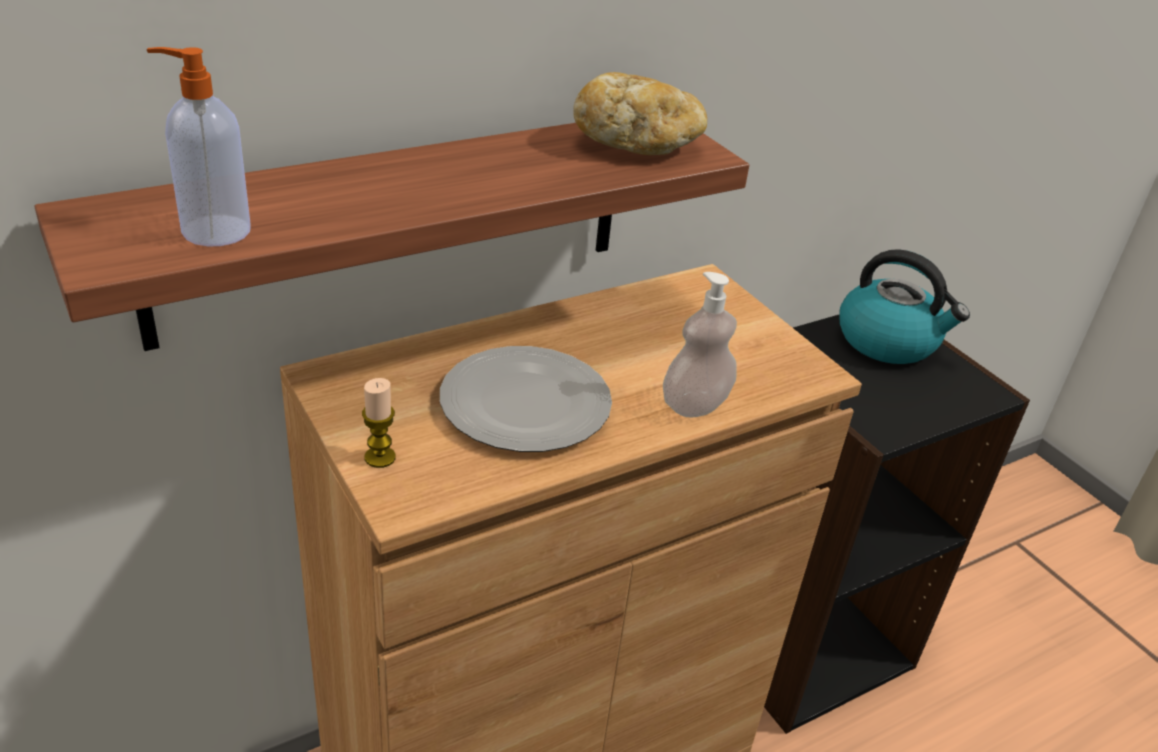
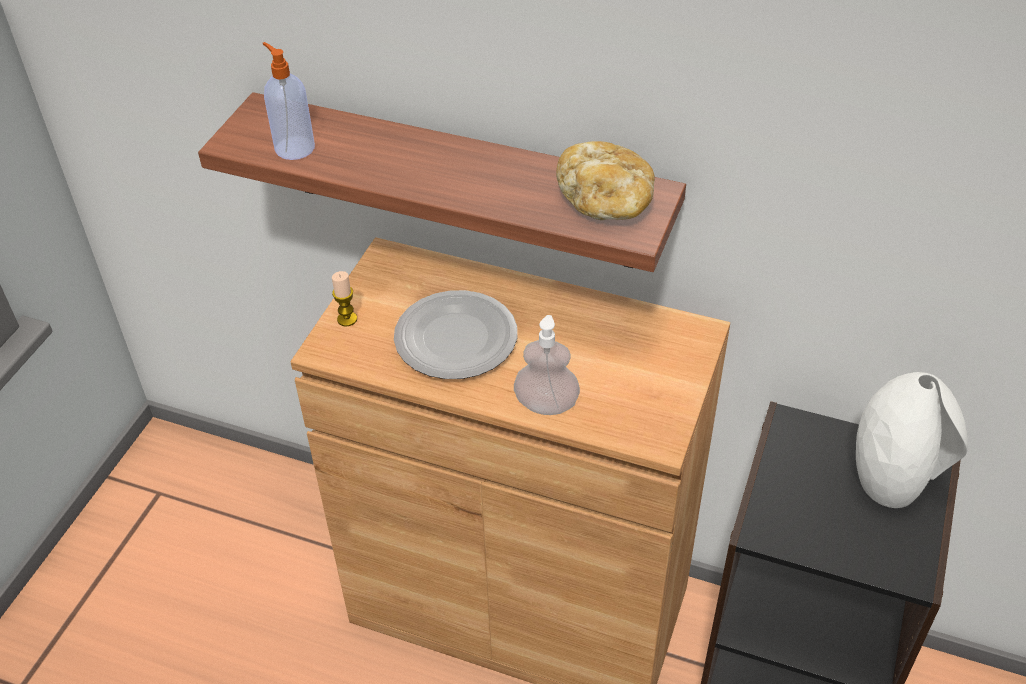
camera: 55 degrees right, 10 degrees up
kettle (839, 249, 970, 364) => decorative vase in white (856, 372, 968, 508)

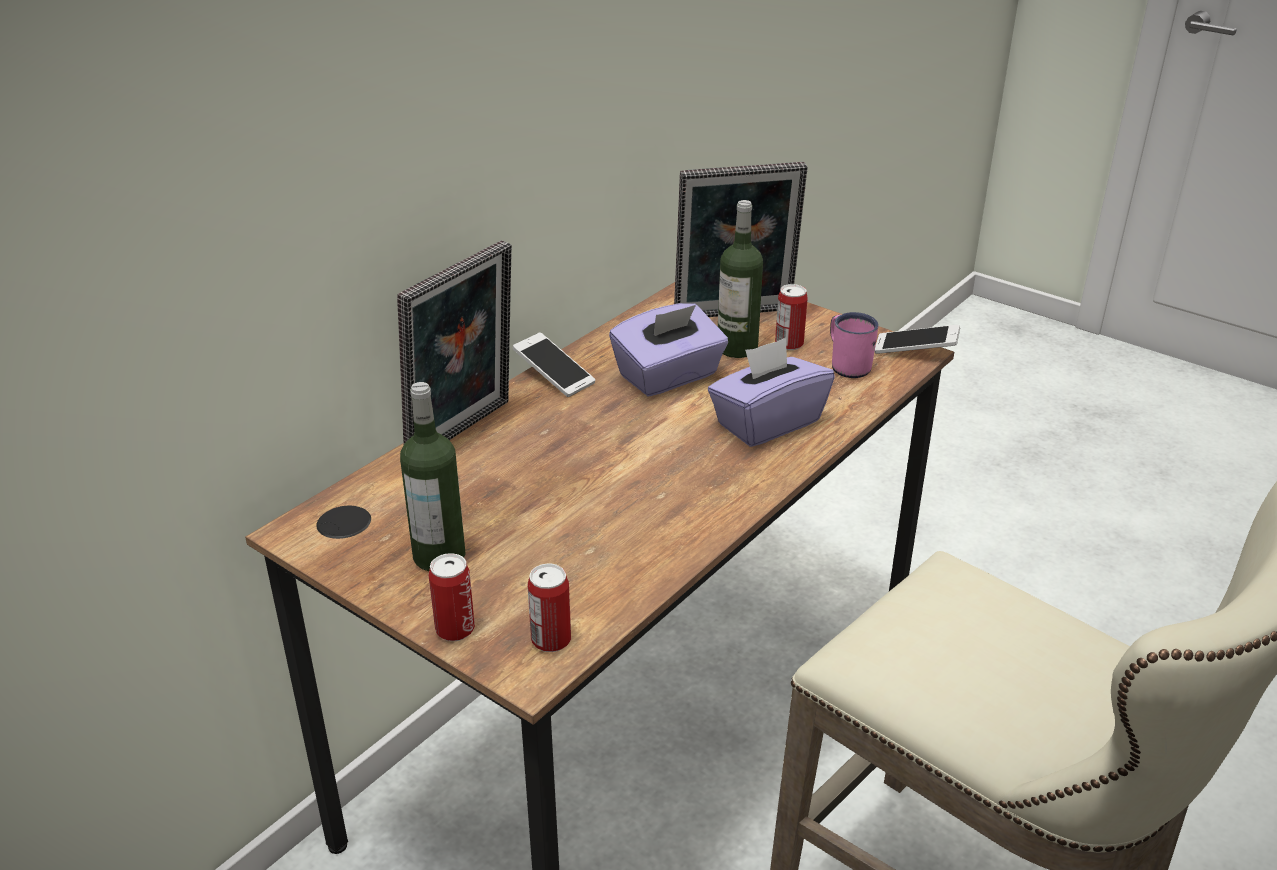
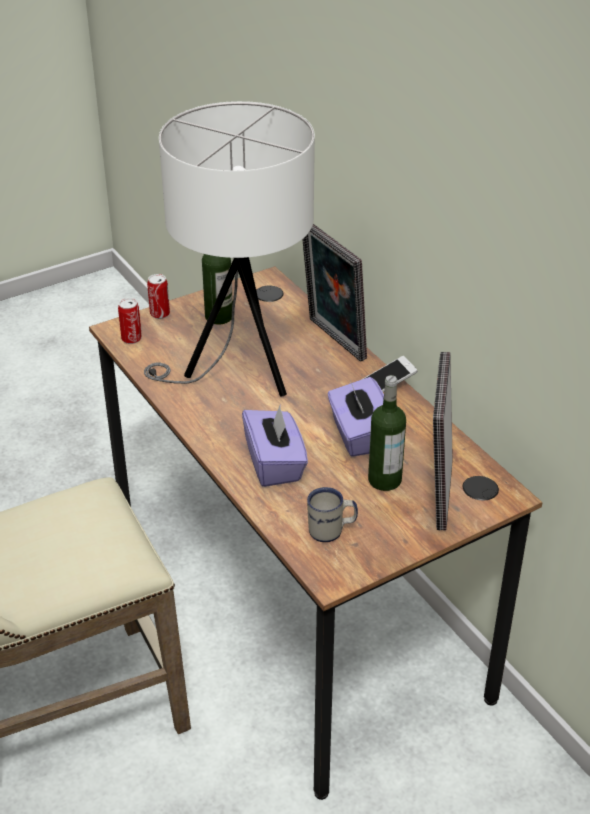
camera: 110 degrees right, 5 degrees up
nothing => tabletop lamp in white (144, 101, 315, 397)
tea mug in pink-coloured (830, 312, 879, 378) => tea mug in white (307, 487, 358, 542)
sealed can (775, 284, 808, 350) => nothing
handset (875, 325, 960, 354) => nothing

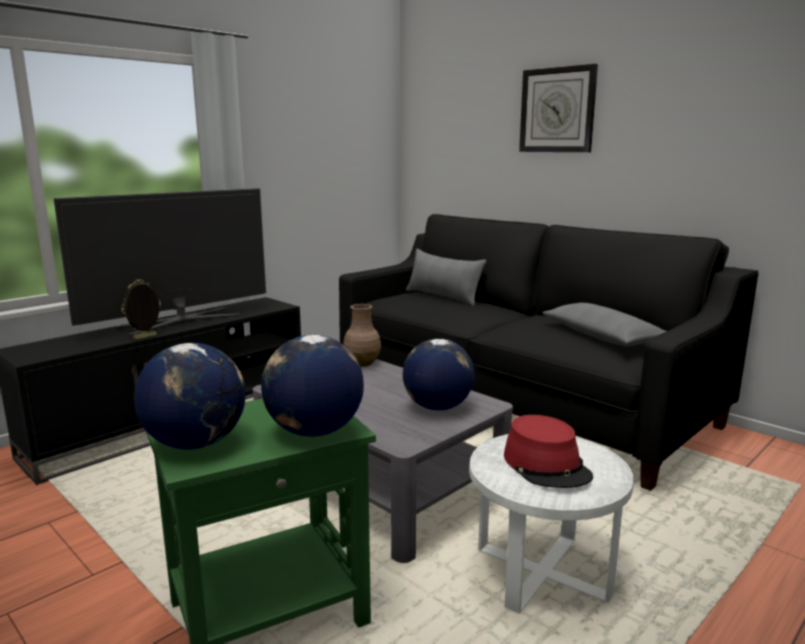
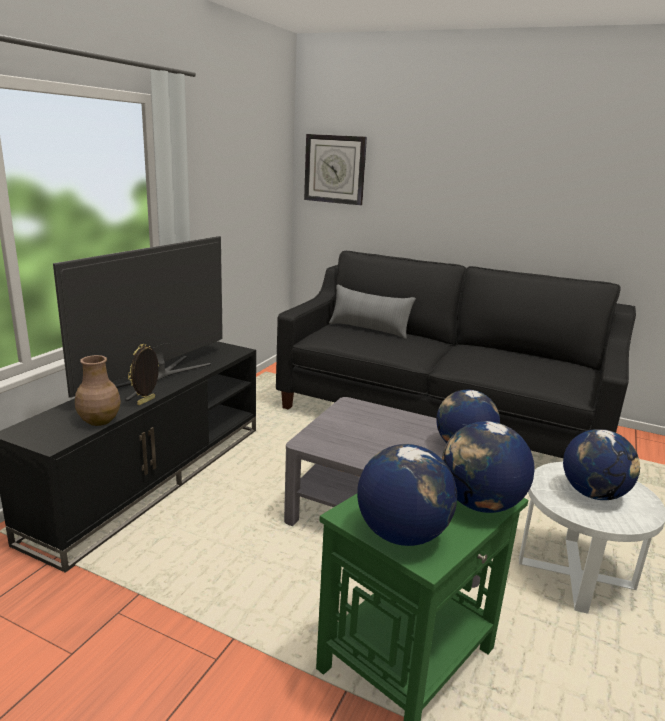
camera: 20 degrees left, 5 degrees up
decorative vase in brownish (343, 304, 381, 366) => decorative vase in brownish (75, 355, 121, 426), move
hanging clock (519, 64, 598, 152) => hanging clock (304, 134, 367, 205), move
clothing hat in reddish (504, 415, 593, 488) => desk globe (563, 429, 640, 500)
throw pillow in grey (542, 303, 666, 347) => nothing

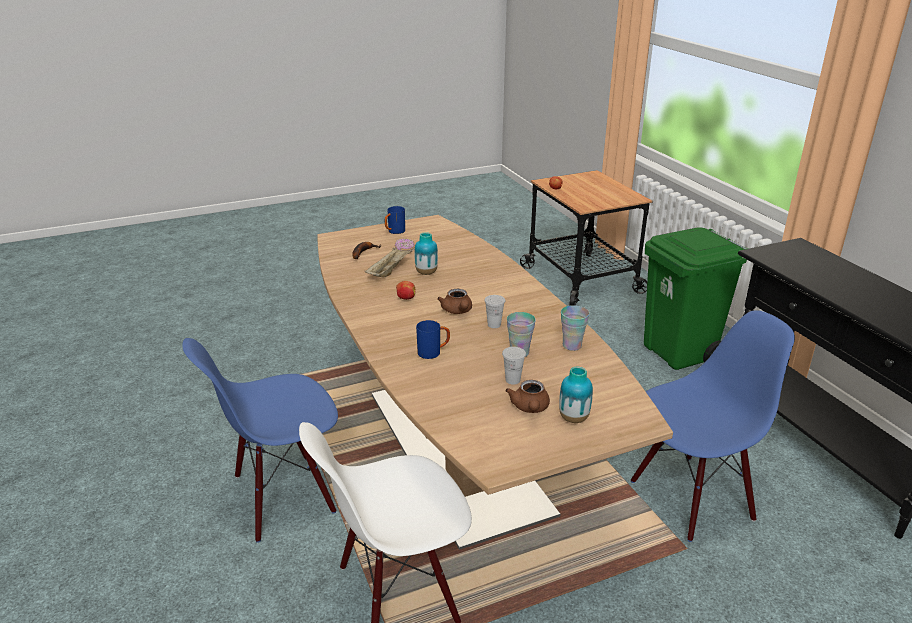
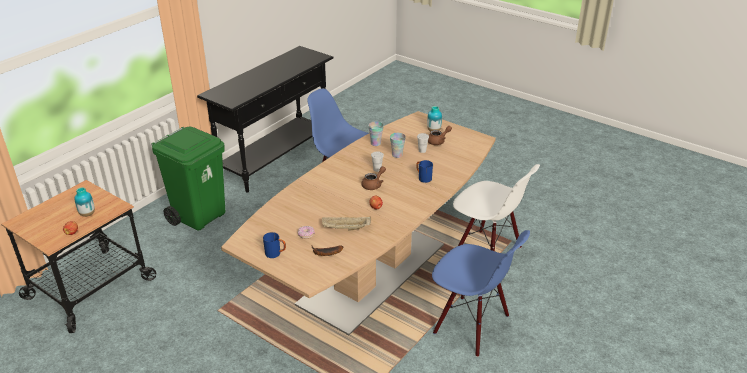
camera: 120 degrees left, 5 degrees up
decorative vase (415, 232, 438, 275) => decorative vase (74, 187, 95, 217), move

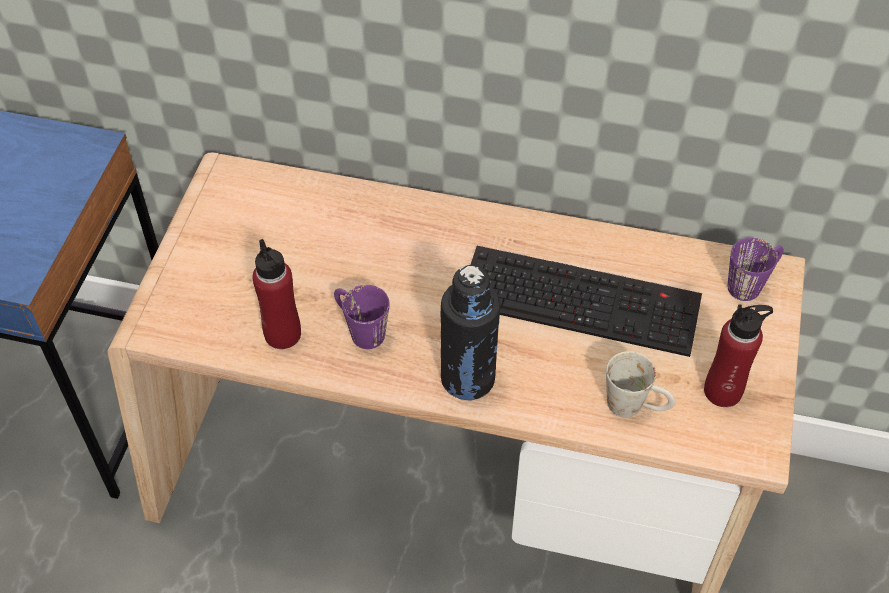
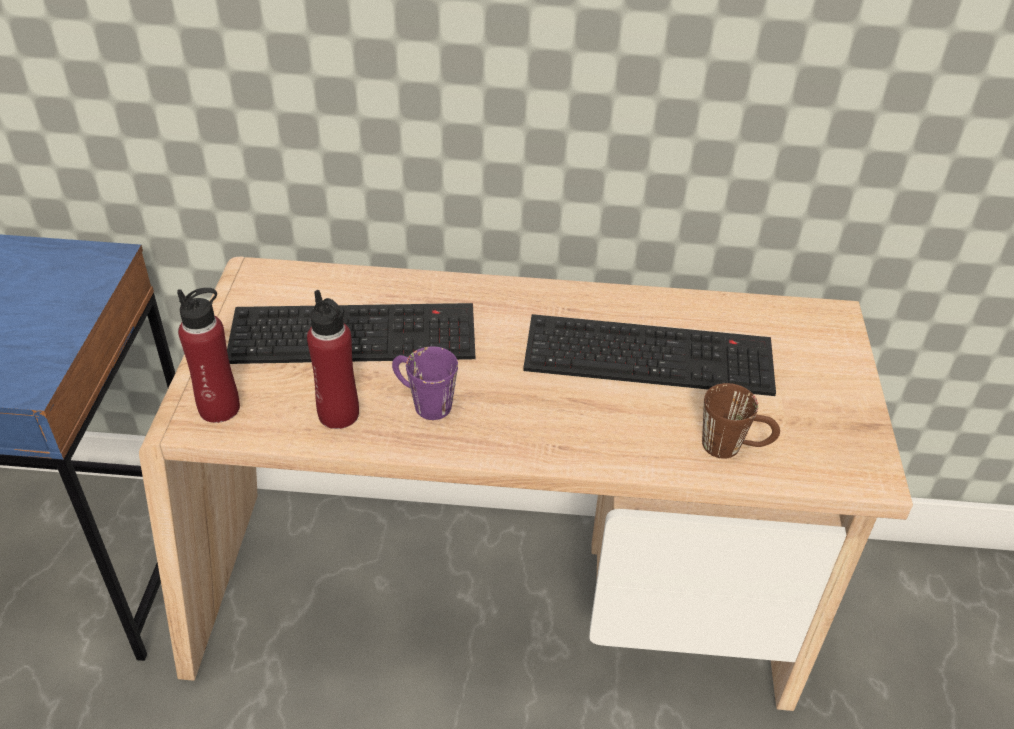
camera: 10 degrees left, 10 degrees down
bottle in reddish (704, 305, 773, 407) => bottle in reddish (177, 288, 240, 423), move
nothing => keyboard (227, 303, 475, 364)
tea mug in white (606, 351, 675, 417) => tea mug in brownish (702, 383, 780, 459)
bottle in blackish (441, 265, 500, 401) => nothing
tea mug in purplish (728, 238, 784, 301) => nothing

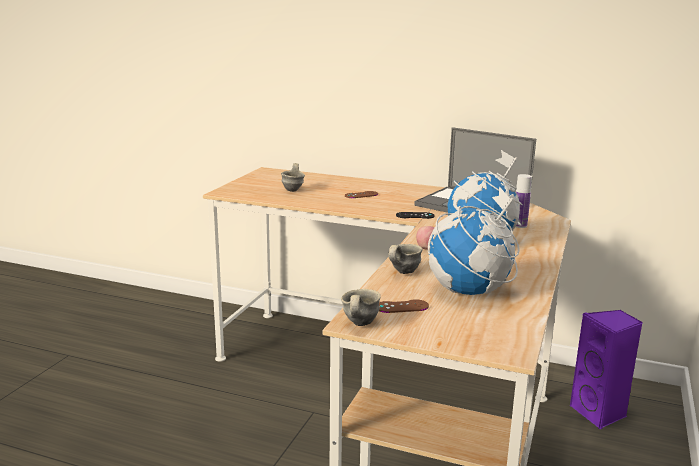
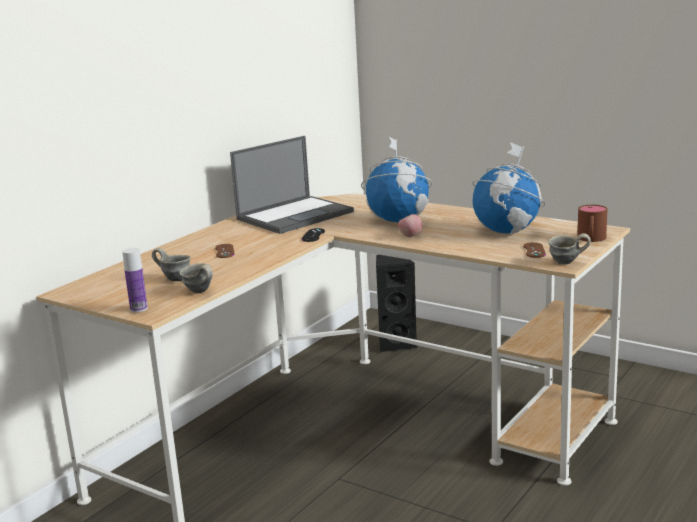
camera: 75 degrees left, 0 degrees up
bottle (515, 174, 532, 228) => bottle (122, 248, 148, 312), move
tea mug in grey (388, 244, 423, 274) => tea mug in grey (180, 263, 213, 293), move
speaker in purplish (570, 310, 643, 429) => speaker in blackish (376, 255, 417, 352)
nothing => tea mug in brownish (577, 205, 607, 242)

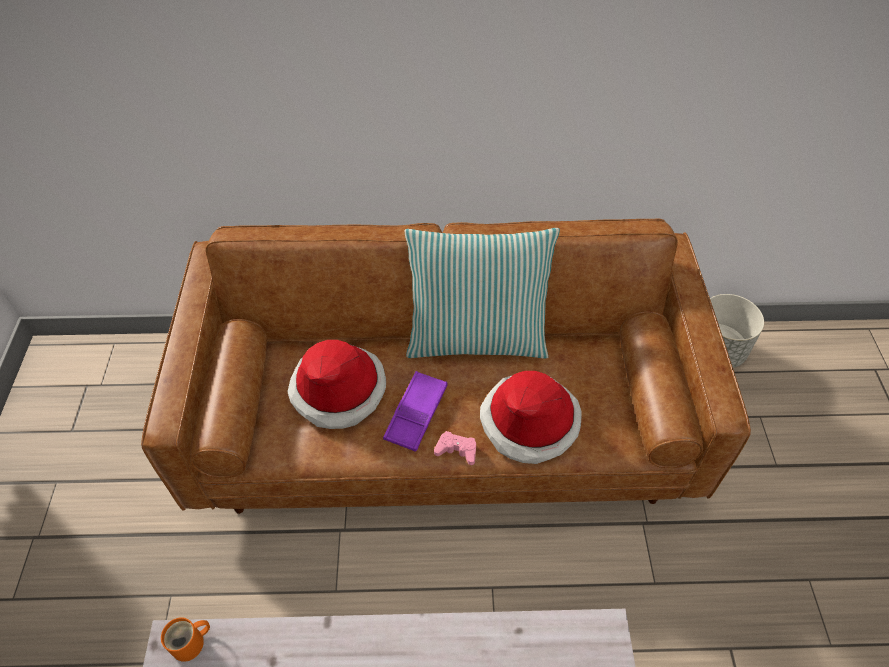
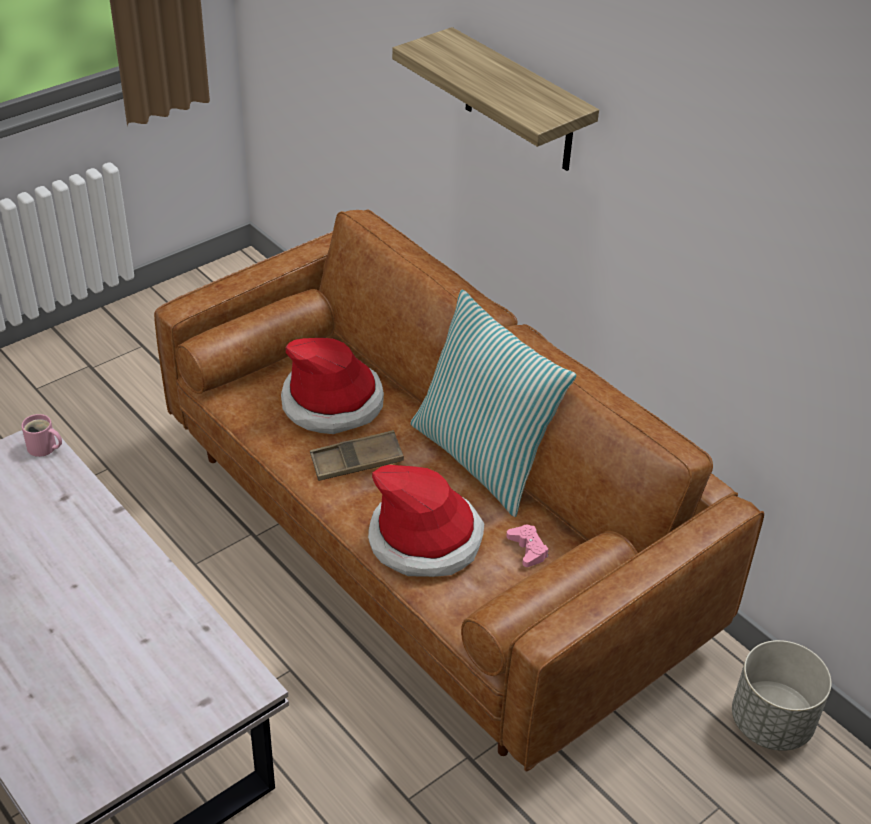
camera: 50 degrees right, 10 degrees down
tea mug in orangey (161, 617, 210, 662) => tea mug in pink-coloured (22, 414, 62, 457)
tray in purplish (383, 371, 447, 452) => tray in brownish (310, 430, 404, 481)
nothing => wall shelf (392, 27, 599, 171)
joypad in pink-coloured (434, 431, 476, 465) => joypad in pink-coloured (506, 525, 549, 567), move

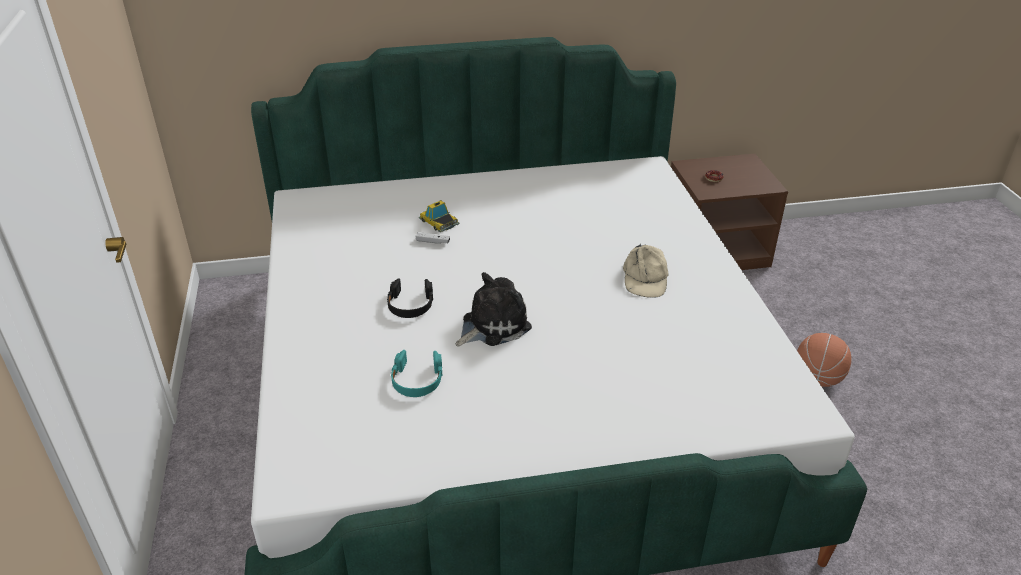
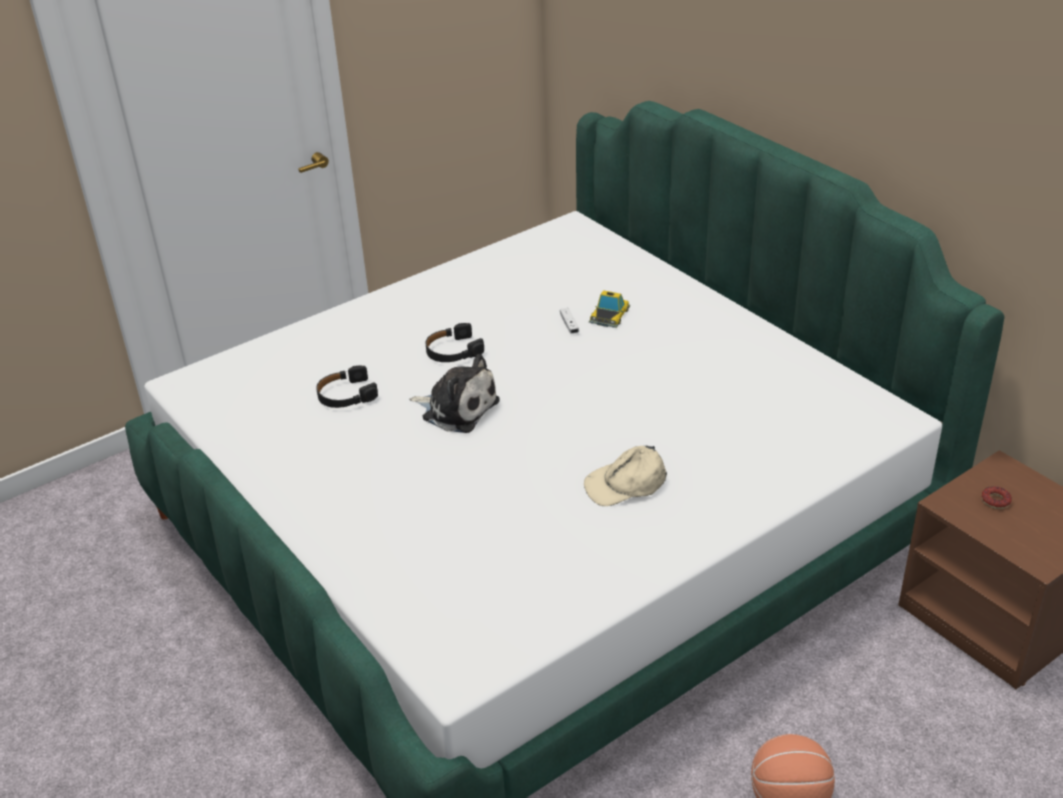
camera: 65 degrees right, 0 degrees up
pair of headphones in blue-green (391, 350, 442, 397) => pair of headphones in blackish (316, 365, 378, 408)

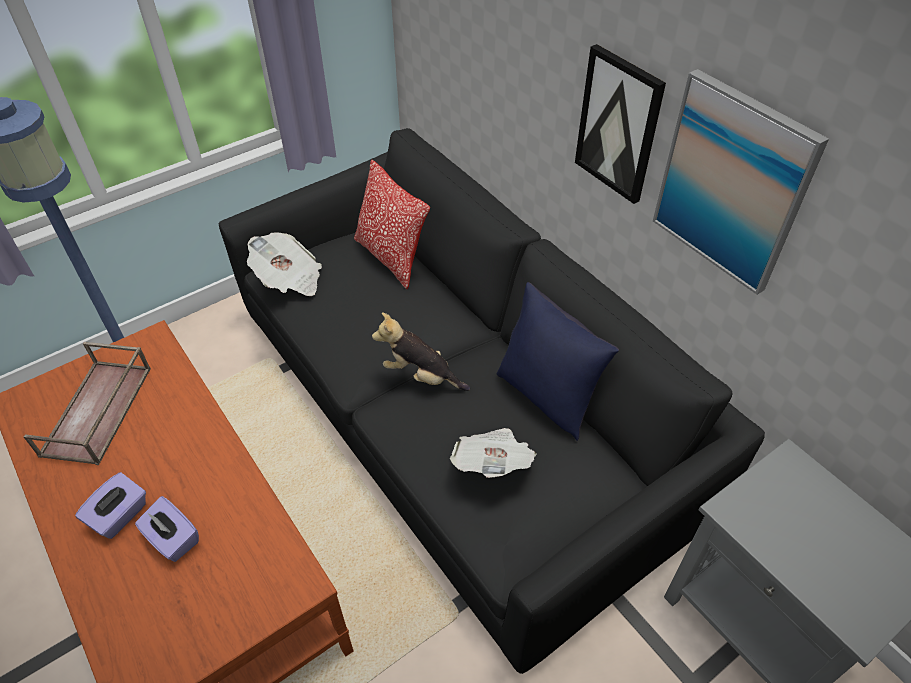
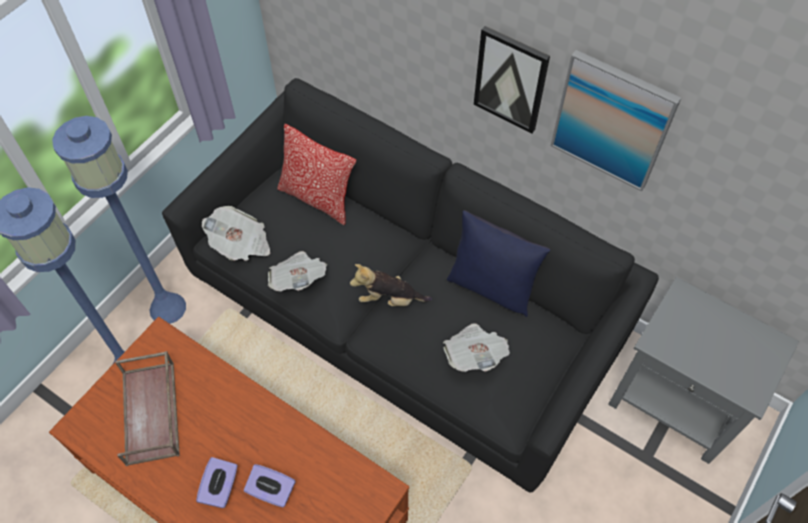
camera: 20 degrees left, 10 degrees up
nothing => standard lamp in blue-coloured (52, 116, 186, 324)
nothing => daily paper (268, 251, 327, 291)

